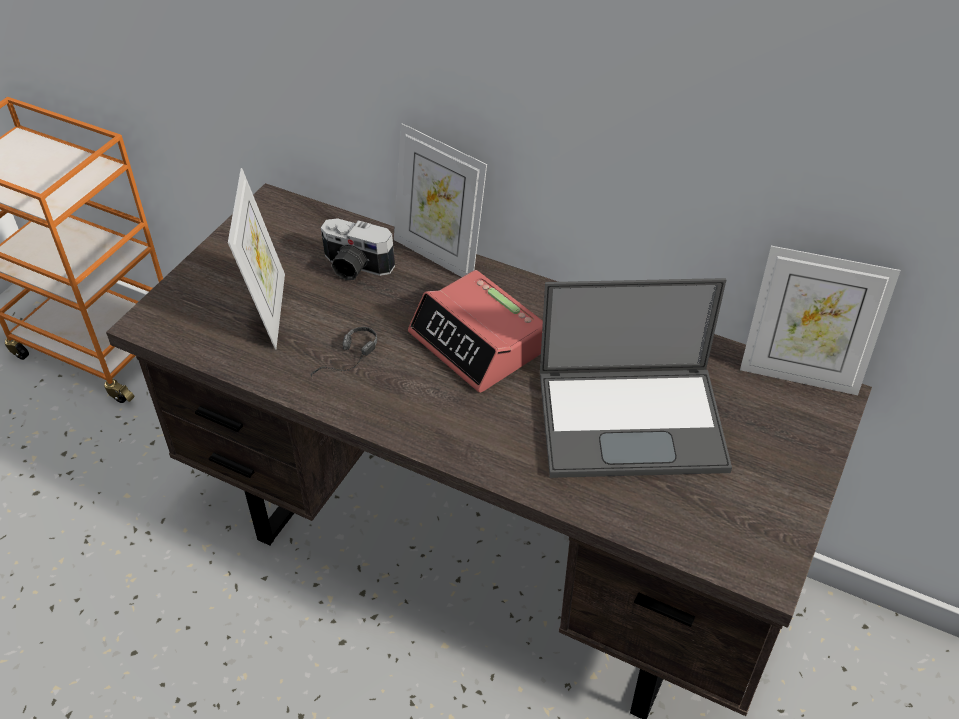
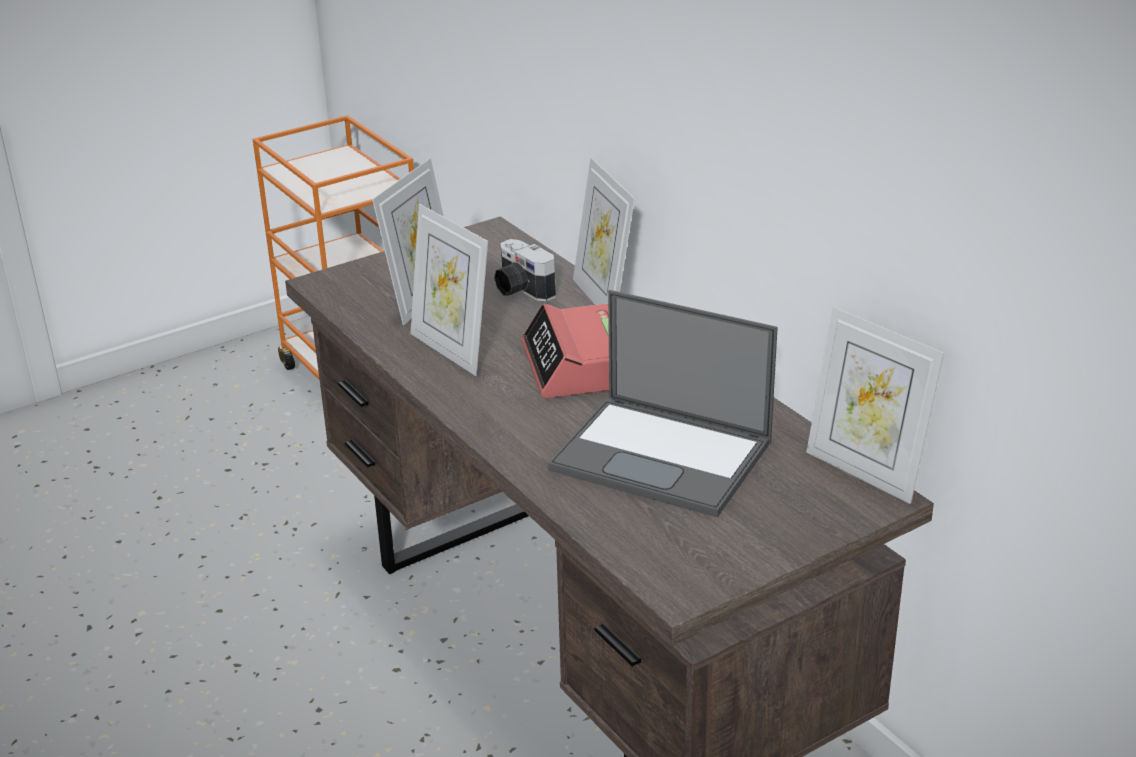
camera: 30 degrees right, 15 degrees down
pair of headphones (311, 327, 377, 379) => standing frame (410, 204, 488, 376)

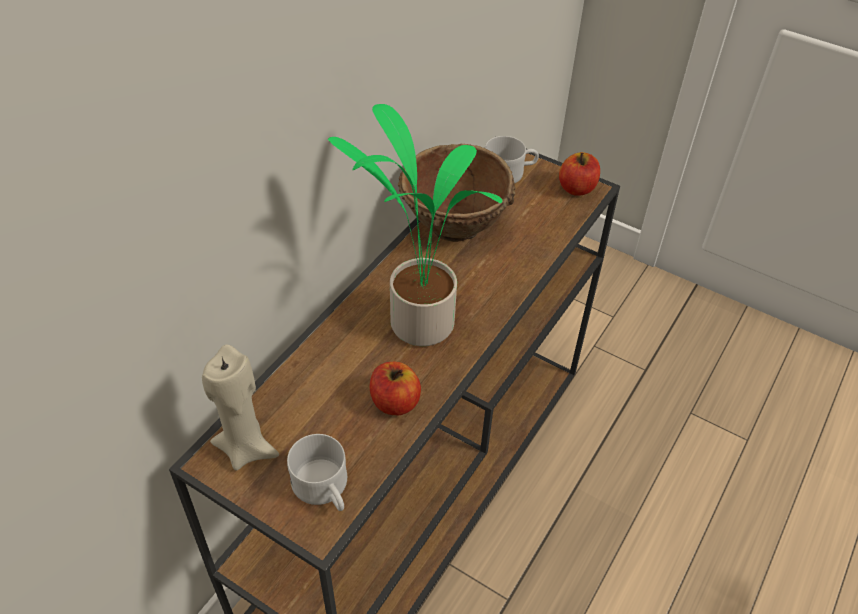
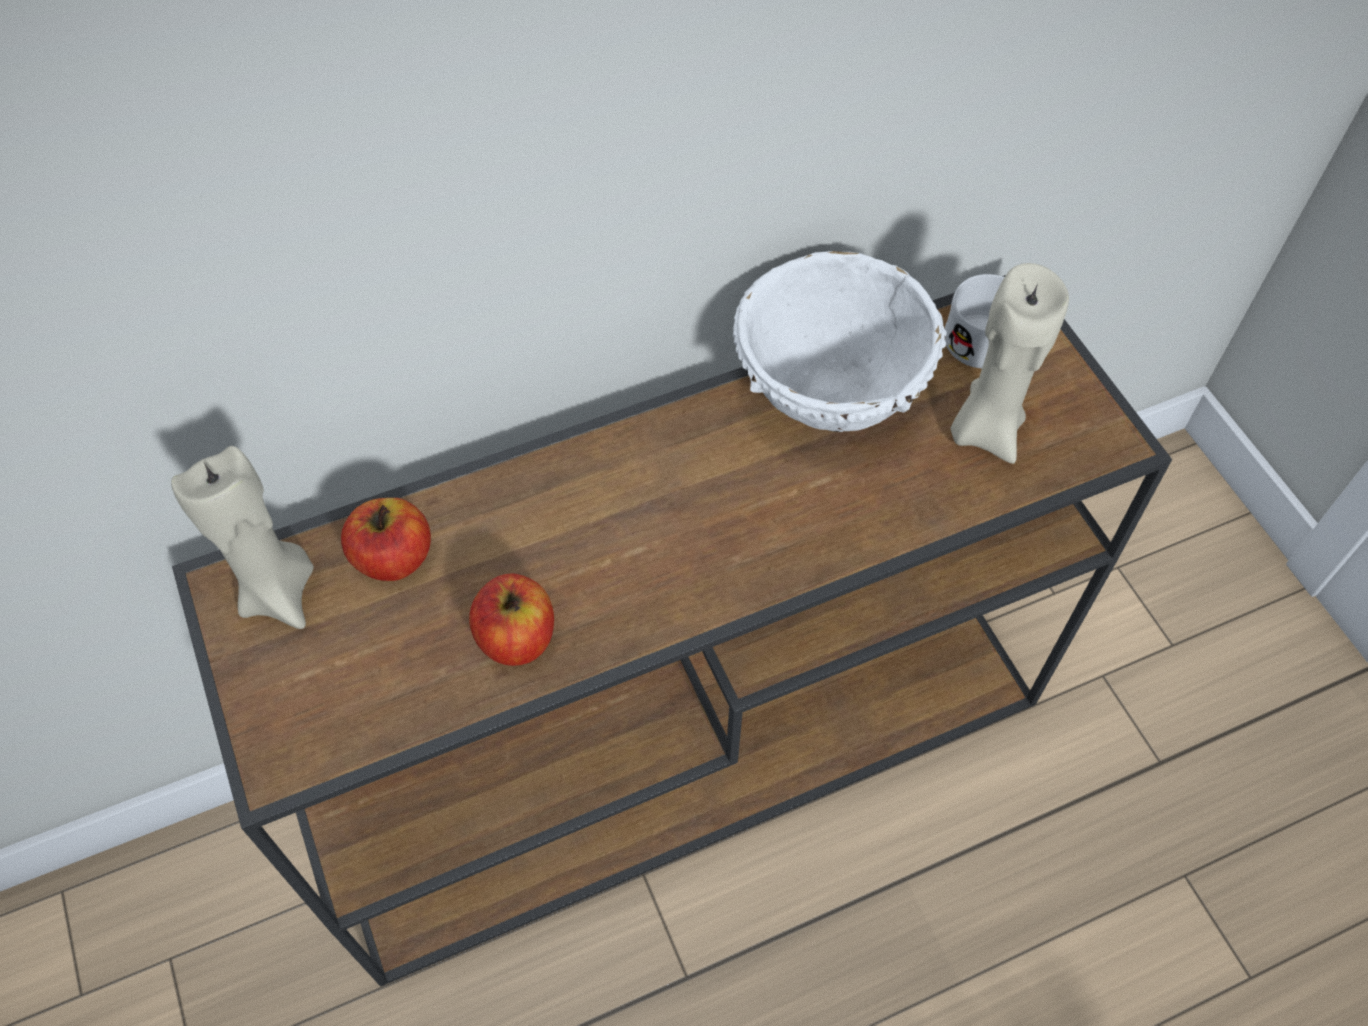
camera: 35 degrees right, 10 degrees up
whole apple (559, 152, 600, 196) => whole apple (341, 498, 431, 581), move
serving bowl in brownish (398, 144, 516, 242) => serving bowl in white (733, 251, 947, 432)
nothing => wax candle in sand-coloured (950, 263, 1069, 464)
tea mug in white (287, 434, 347, 511) => nothing
potted plant (328, 104, 502, 346) => nothing

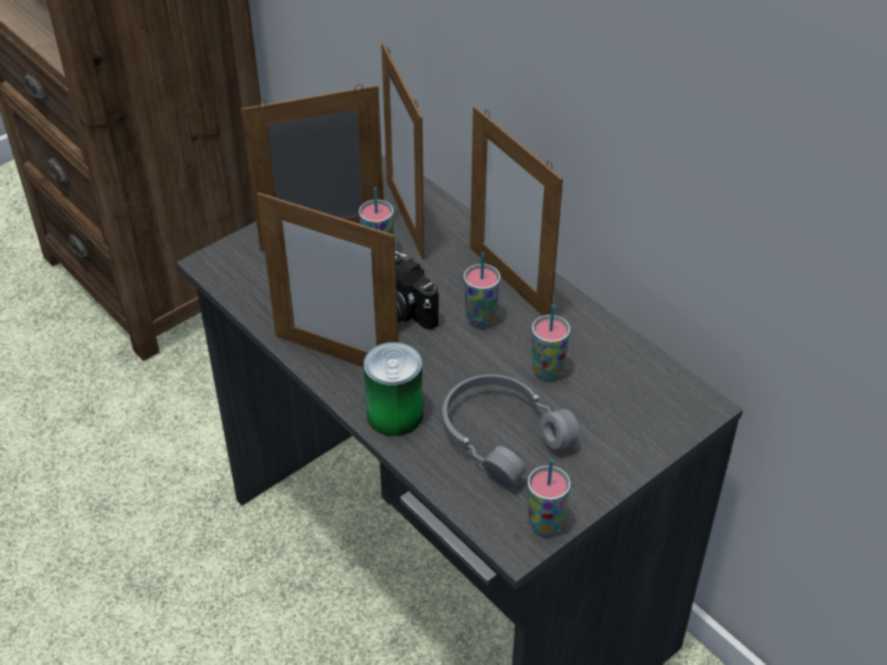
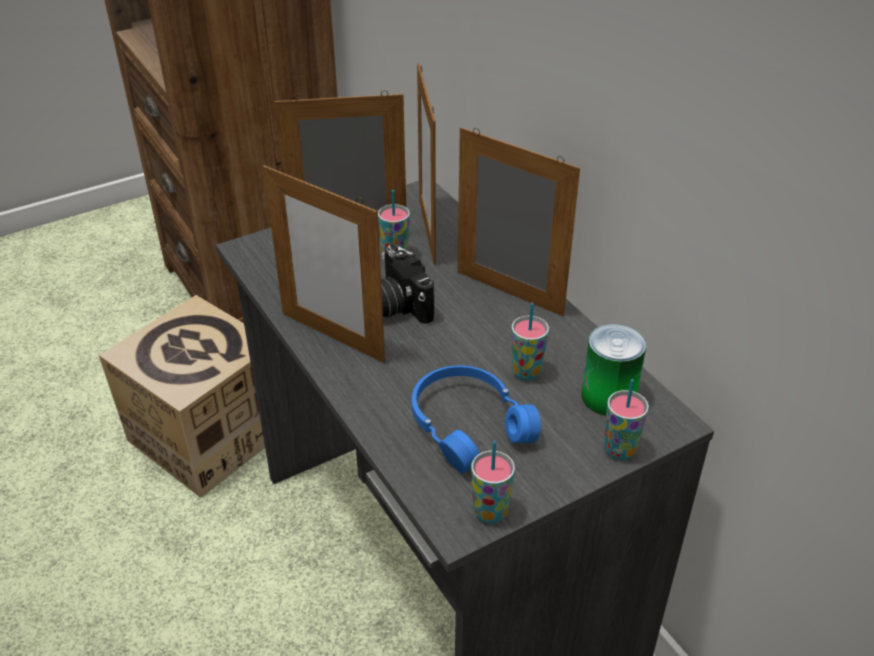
camera: 10 degrees right, 5 degrees down
nothing => cardboard box (99, 295, 265, 498)
pair of headphones in grey (442, 374, 579, 488) => pair of headphones in blue-coloured (412, 365, 541, 473)
standing frame (470, 106, 563, 316) => standing frame (458, 127, 580, 316), 150 degrees clockwise
sealed can (363, 342, 423, 436) => sealed can (581, 324, 646, 416), move
drinking cup (464, 253, 501, 328) => drinking cup (604, 379, 649, 460), move

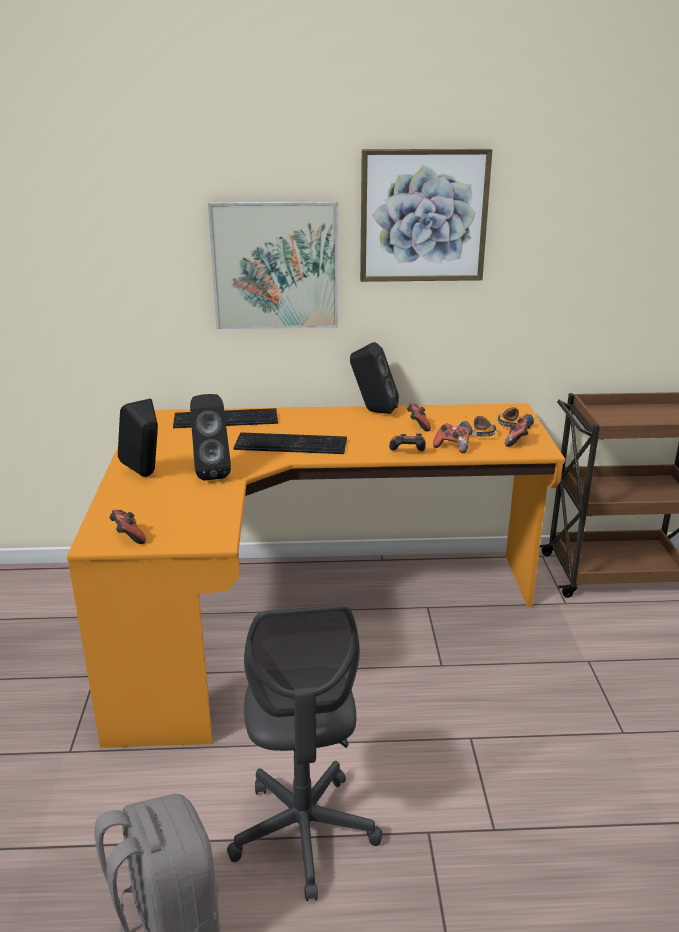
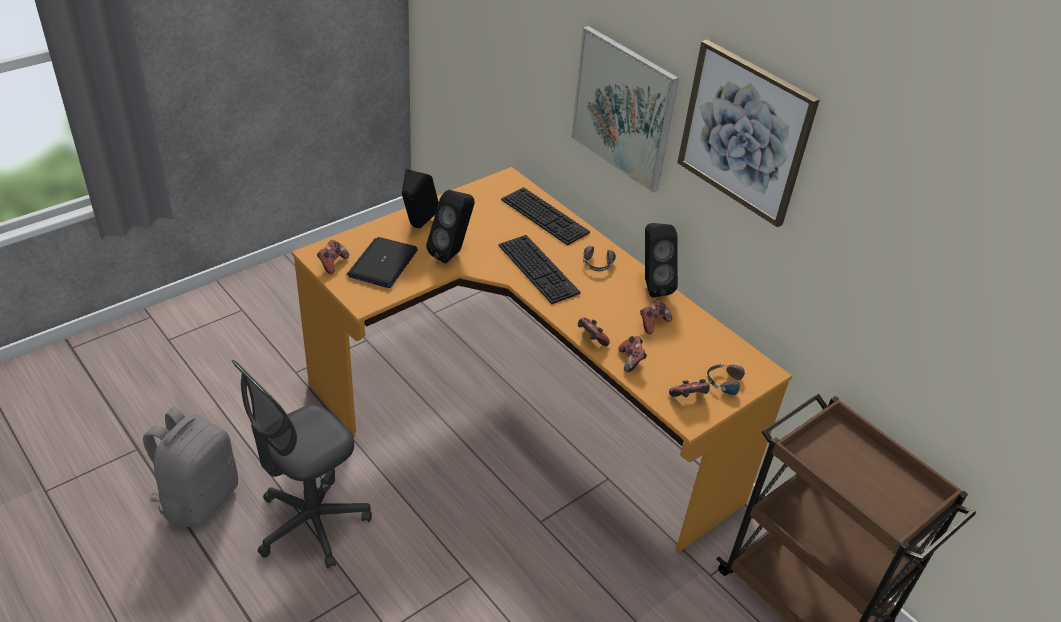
camera: 50 degrees right, 15 degrees up
nothing => portable computer (347, 237, 418, 288)
pair of headphones (459, 416, 496, 437) => pair of headphones (583, 246, 616, 271), move

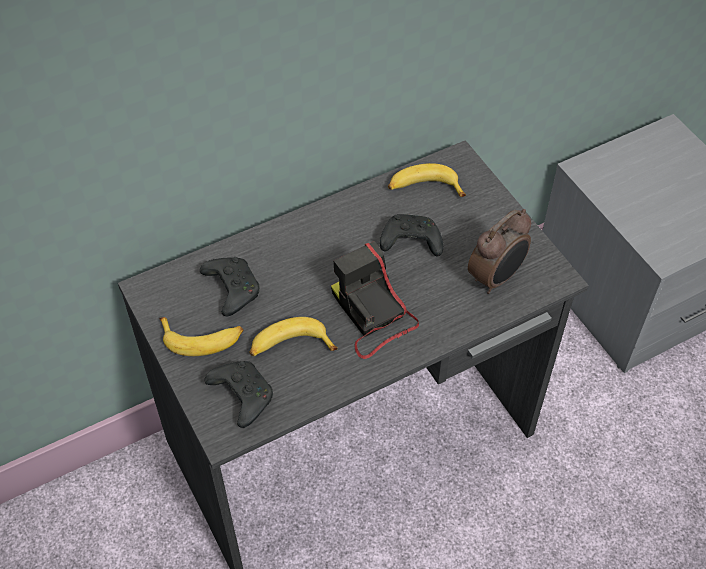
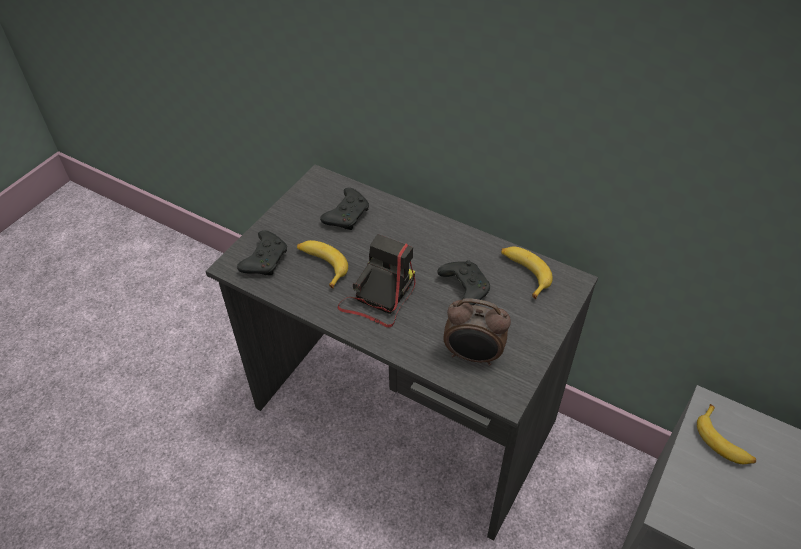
camera: 60 degrees right, 5 degrees down
banana (159, 317, 243, 356) => banana (697, 404, 756, 464), move

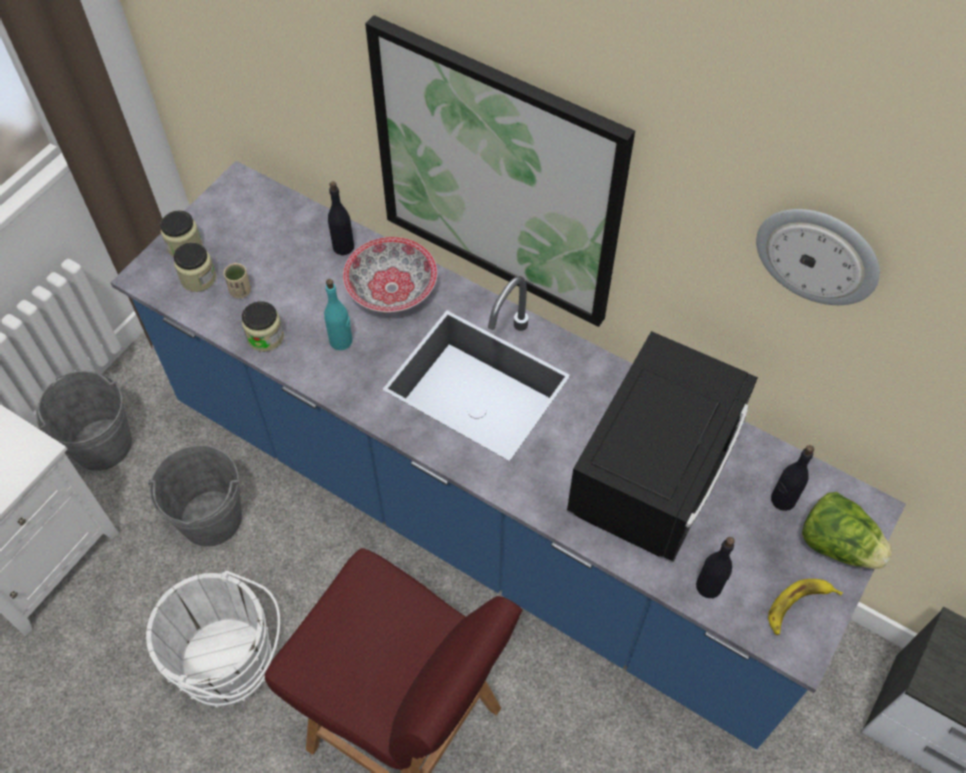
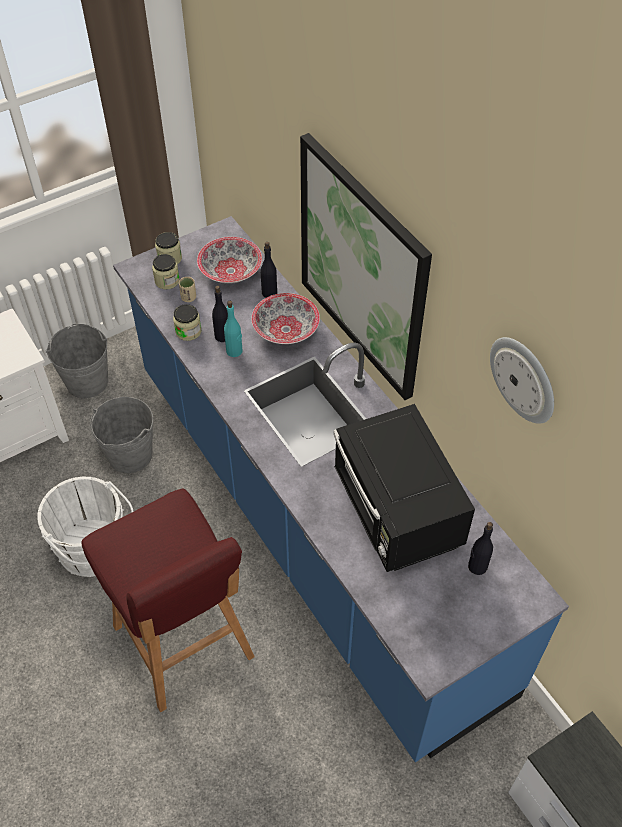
camera: 25 degrees right, 5 degrees down
nothing => serving bowl (197, 237, 262, 284)
bottle in blackish (696, 537, 735, 598) => bottle in blackish (212, 286, 228, 342), move
kitchen microwave in blackish (567, 331, 758, 562) => kitchen microwave in blackish (334, 404, 475, 572), 105 degrees clockwise
banana (768, 579, 843, 635) => nothing
lettuce (802, 492, 893, 569) => nothing

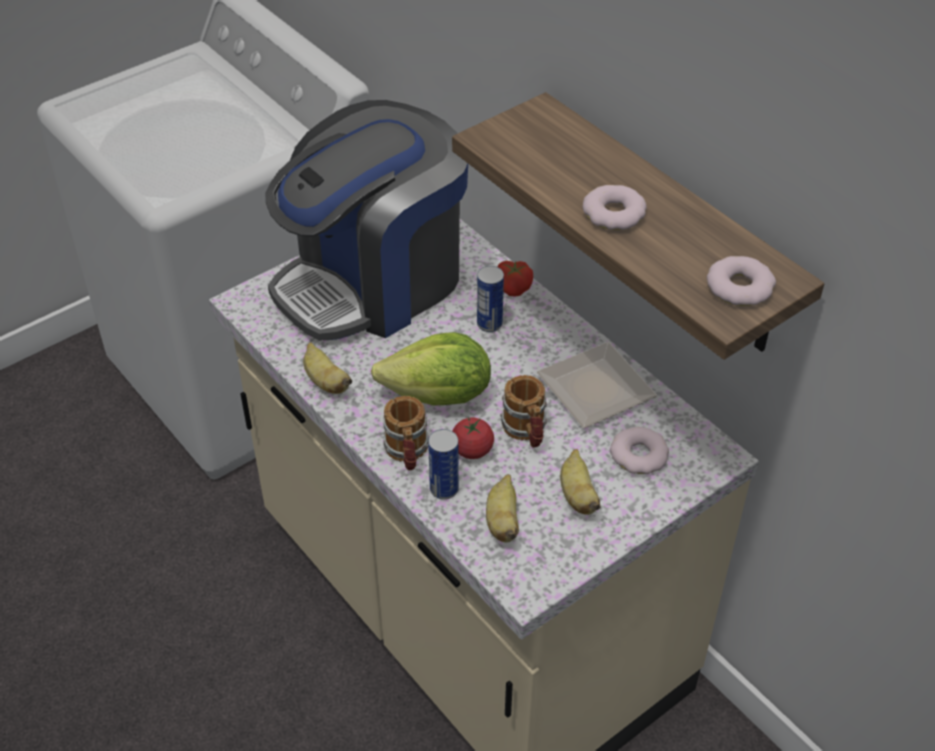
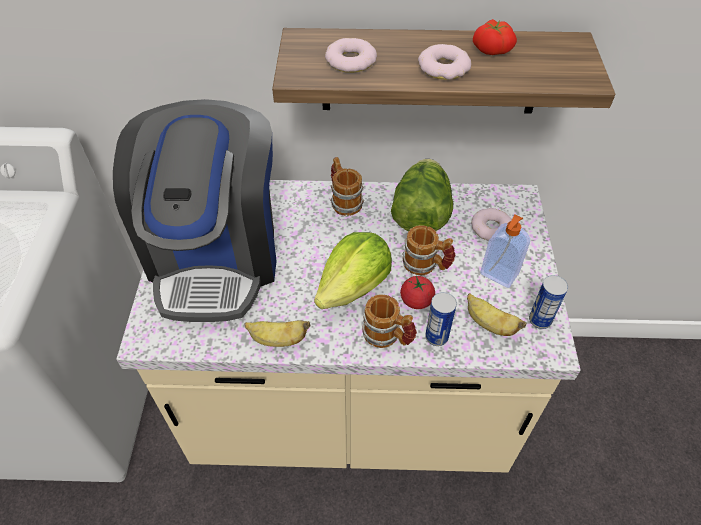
camera: 50 degrees left, 5 degrees up
ring doughnut (707, 256, 776, 306) => ring doughnut (325, 38, 377, 73), move
nothing => tea mug (330, 157, 364, 216)
plate (537, 342, 657, 428) => lettuce (391, 159, 453, 231)
tomato (498, 261, 533, 297) => tomato (473, 19, 517, 55), move
banana (560, 449, 601, 515) => liquid soap bottle (480, 215, 530, 288)
sealed can (477, 266, 504, 332) => sealed can (529, 275, 568, 329), move

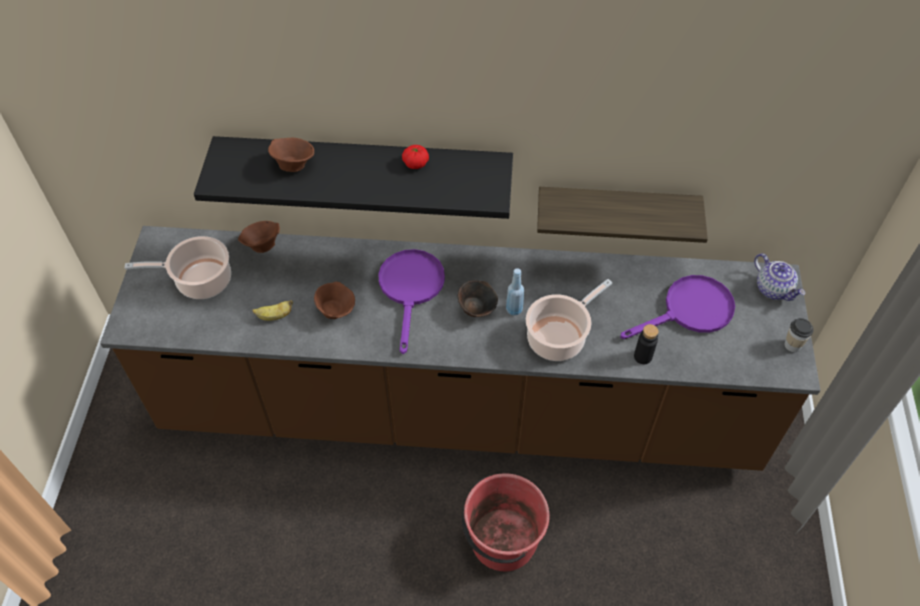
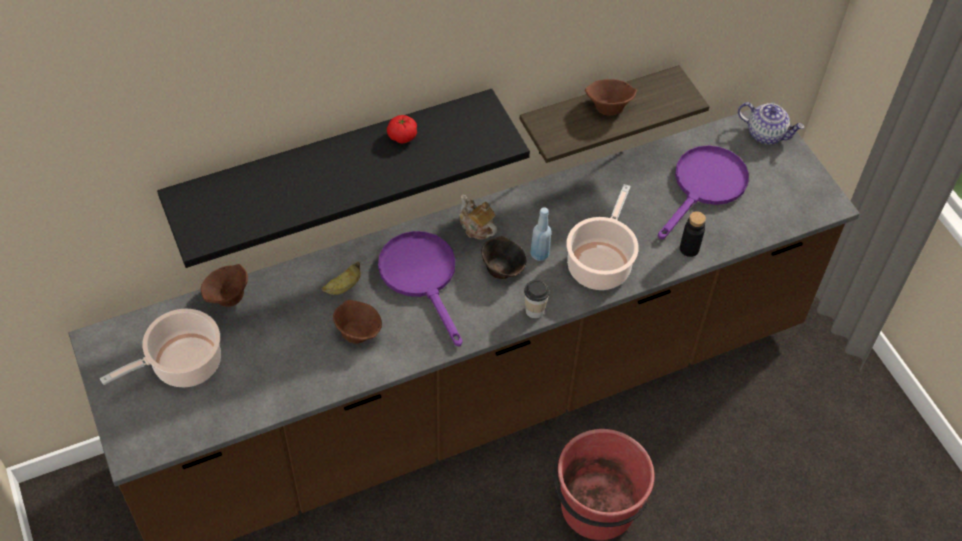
camera: 30 degrees left, 0 degrees up
banana (252, 300, 293, 321) => banana (322, 261, 361, 295), move
nothing => teapot (459, 195, 497, 240)
drinking cup (784, 318, 813, 352) => drinking cup (524, 280, 550, 319), move
serving bowl in brownish (268, 138, 314, 172) => serving bowl in brownish (585, 79, 637, 115), move

